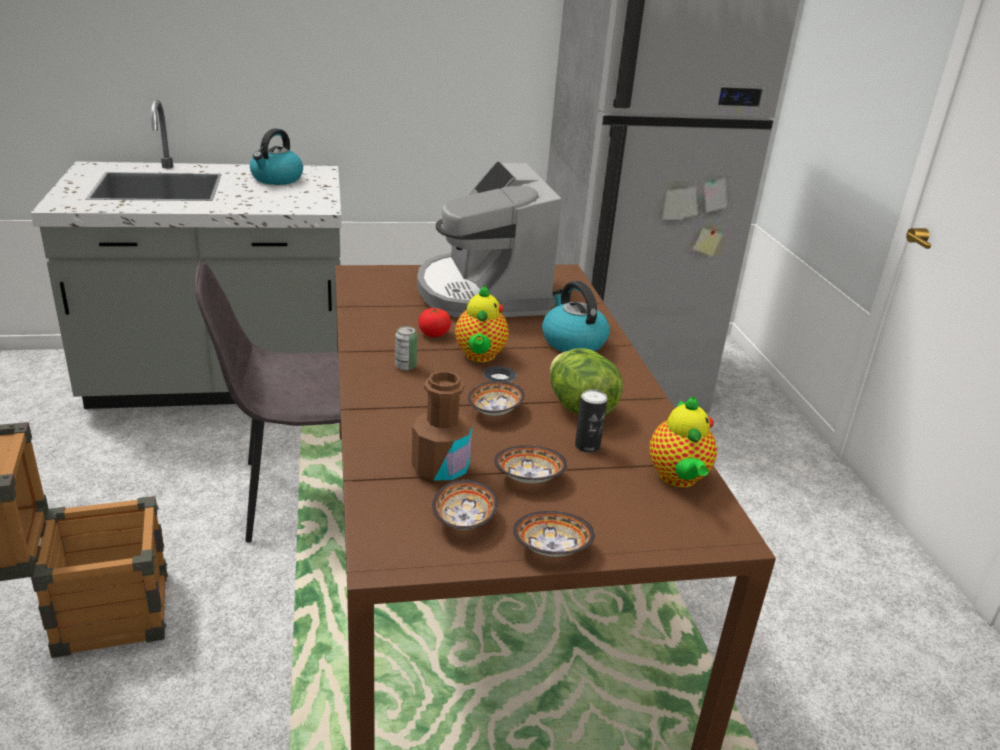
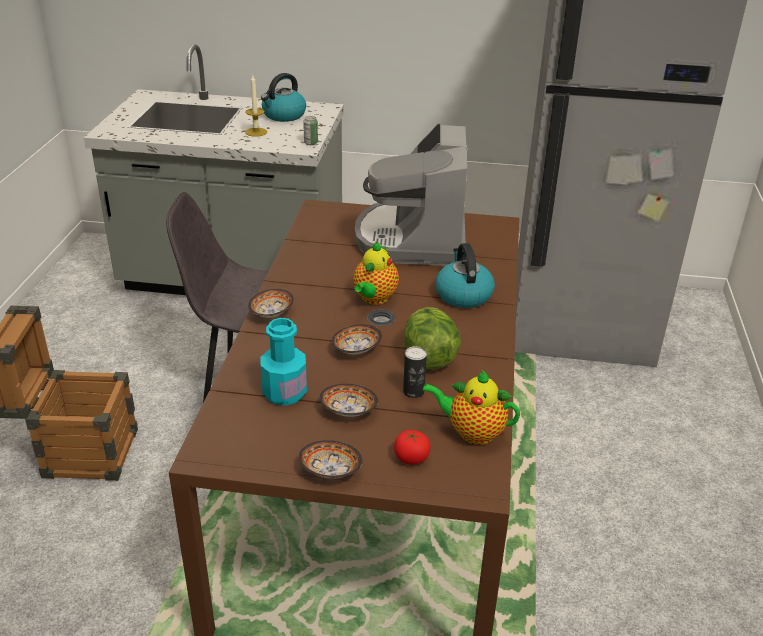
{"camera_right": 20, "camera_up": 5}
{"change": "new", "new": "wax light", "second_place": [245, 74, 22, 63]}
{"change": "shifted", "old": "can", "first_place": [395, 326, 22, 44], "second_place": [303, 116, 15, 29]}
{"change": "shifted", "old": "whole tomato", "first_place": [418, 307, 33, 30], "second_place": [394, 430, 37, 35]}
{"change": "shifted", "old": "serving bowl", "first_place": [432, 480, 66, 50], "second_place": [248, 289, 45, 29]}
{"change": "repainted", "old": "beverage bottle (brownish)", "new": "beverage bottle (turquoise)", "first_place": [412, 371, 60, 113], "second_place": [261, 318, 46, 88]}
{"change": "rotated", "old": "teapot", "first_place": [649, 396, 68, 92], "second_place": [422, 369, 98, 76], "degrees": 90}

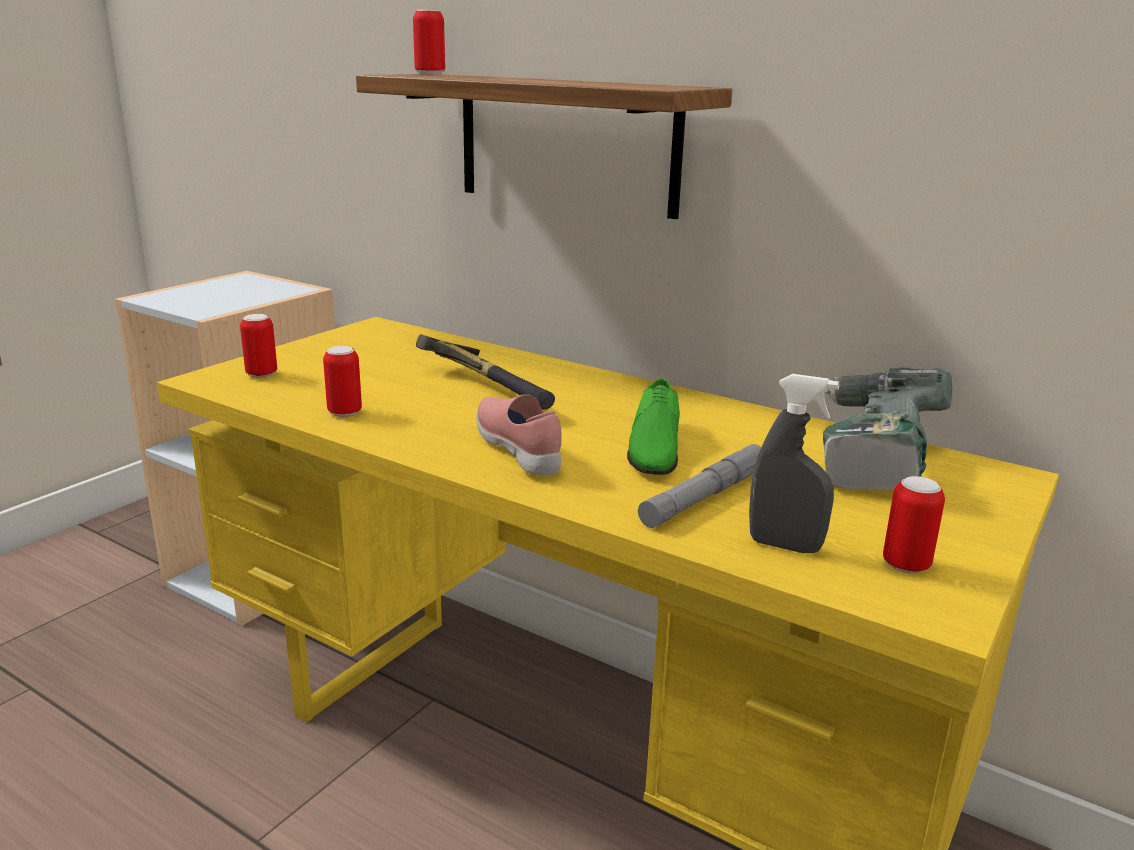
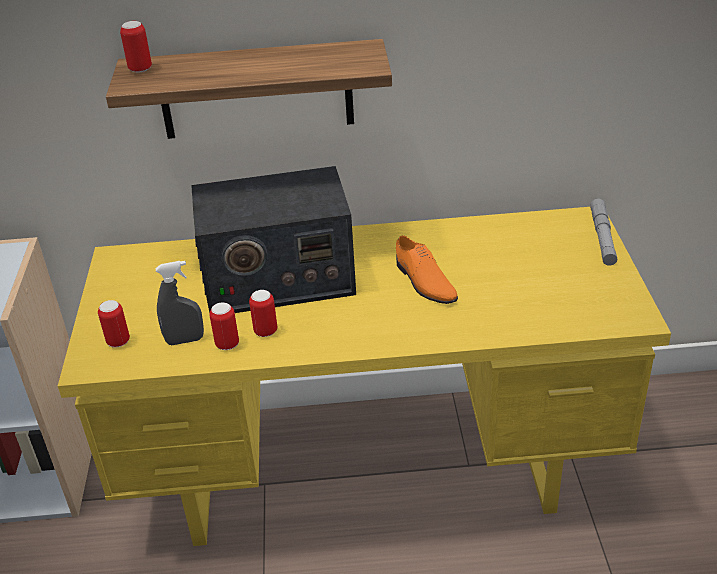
{"camera_right": -35, "camera_up": 15}
{"change": "gone", "old": "item of footwear (pinkish)", "first_place": [476, 394, 86, 82]}
{"change": "gone", "old": "power drill", "first_place": [823, 367, 129, 123]}
{"change": "shifted", "old": "hand torch (gray)", "first_place": [638, 444, 123, 84], "second_place": [590, 199, 27, 67]}
{"change": "shifted", "old": "spray bottle (gray)", "first_place": [749, 374, 90, 179], "second_place": [156, 261, 48, 84]}
{"change": "shifted", "old": "can", "first_place": [883, 476, 62, 97], "second_place": [249, 290, 28, 47]}
{"change": "swapped", "old": "hammer", "new": "radio receiver", "first_place": [416, 334, 139, 76], "second_place": [191, 166, 165, 147]}
{"change": "repainted", "old": "item of footwear (green)", "new": "item of footwear (orange-coloured)", "first_place": [627, 379, 53, 96], "second_place": [396, 236, 62, 68]}

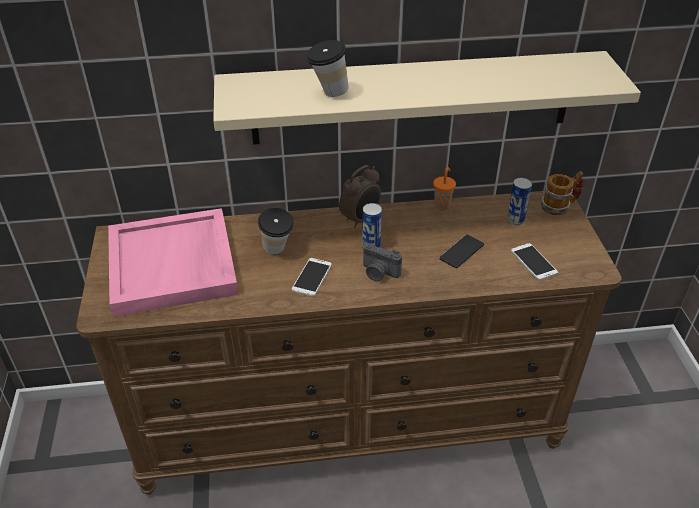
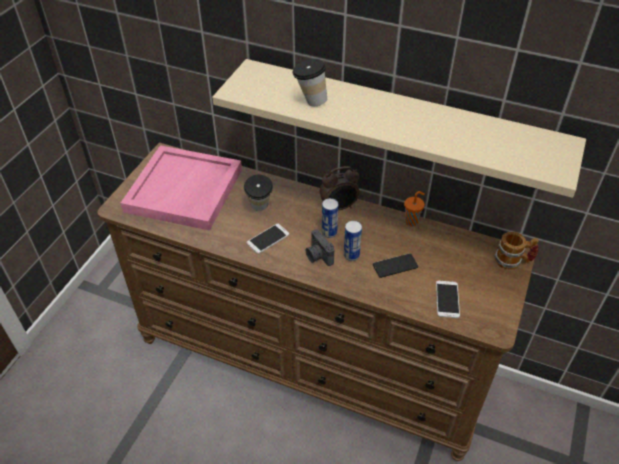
{"camera_right": 30, "camera_up": 5}
{"change": "shifted", "old": "can", "first_place": [507, 178, 25, 47], "second_place": [344, 221, 18, 40]}

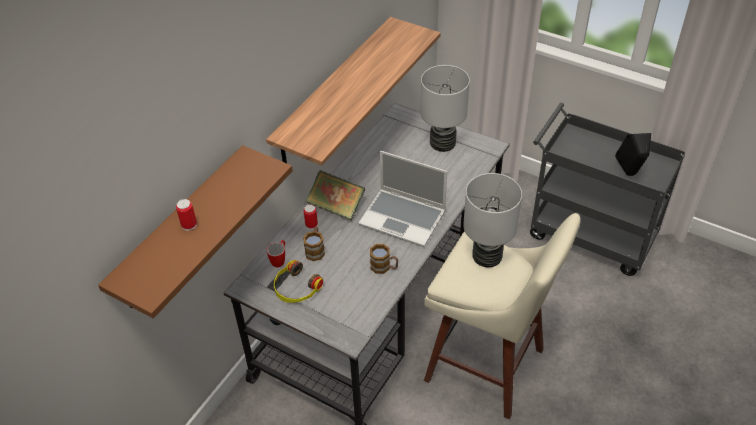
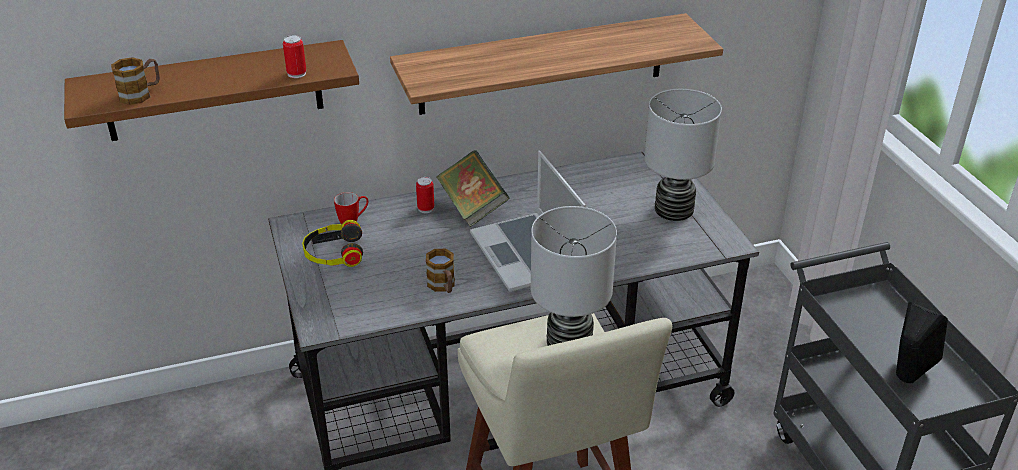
{"camera_right": 40, "camera_up": -10}
{"change": "shifted", "old": "can", "first_place": [176, 199, 21, 32], "second_place": [283, 35, 24, 43]}
{"change": "shifted", "old": "coffee mug", "first_place": [303, 227, 22, 34], "second_place": [111, 57, 49, 48]}

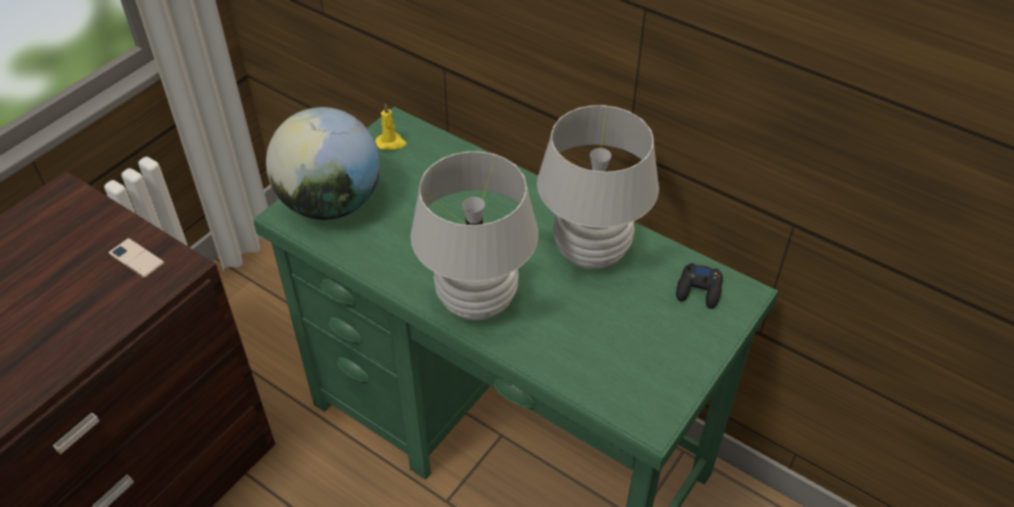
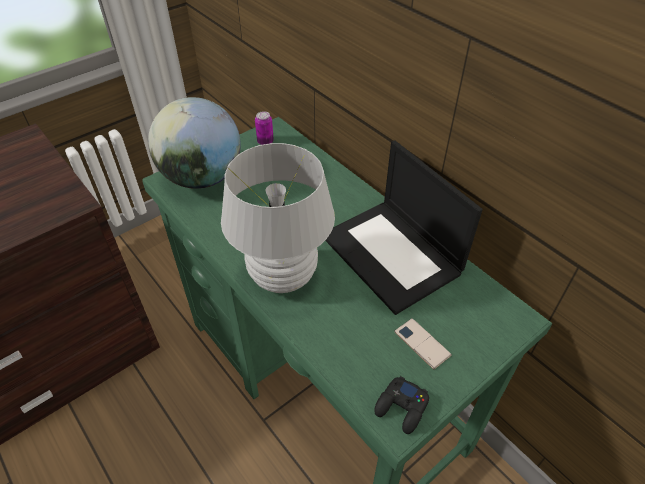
{"camera_right": 15, "camera_up": 0}
{"change": "shifted", "old": "phone", "first_place": [108, 238, 57, 40], "second_place": [394, 318, 58, 51]}
{"change": "shifted", "old": "game controller (black-coloured)", "first_place": [676, 263, 47, 46], "second_place": [374, 376, 55, 58]}
{"change": "swapped", "old": "wax light (yellowish)", "new": "can", "first_place": [375, 104, 32, 46], "second_place": [255, 111, 19, 34]}
{"change": "swapped", "old": "tabletop lamp (white-coloured)", "new": "laptop", "first_place": [537, 105, 122, 164], "second_place": [325, 140, 158, 175]}

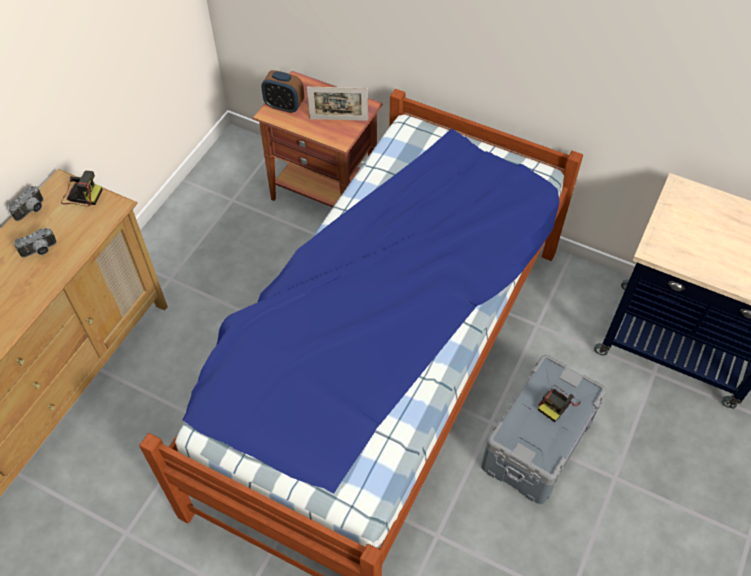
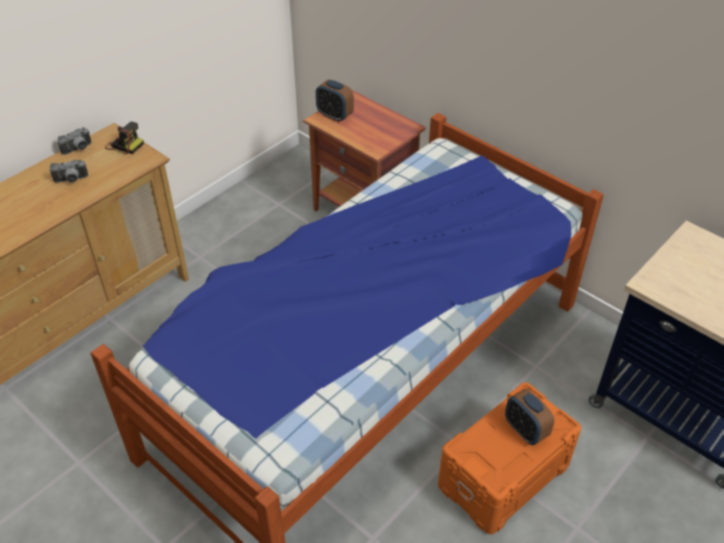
{"camera_right": 15, "camera_up": -10}
{"change": "gone", "old": "standing frame", "first_place": [307, 87, 61, 34]}
{"change": "swapped", "old": "photo camera", "new": "table clock", "first_place": [538, 385, 42, 37], "second_place": [505, 388, 49, 57]}
{"change": "repainted", "old": "storage bin (gray)", "new": "storage bin (orange-coloured)", "first_place": [481, 355, 125, 149], "second_place": [438, 382, 143, 152]}

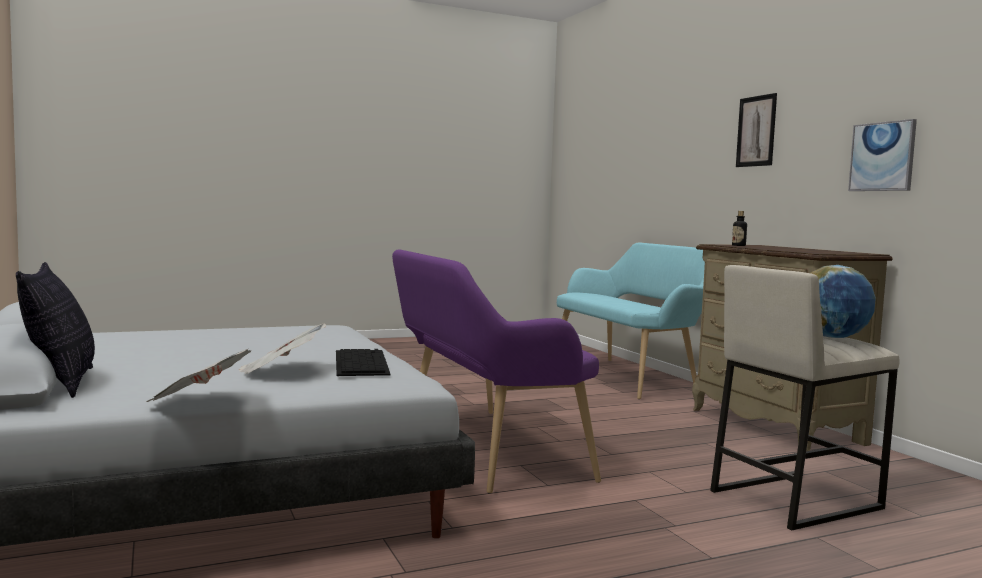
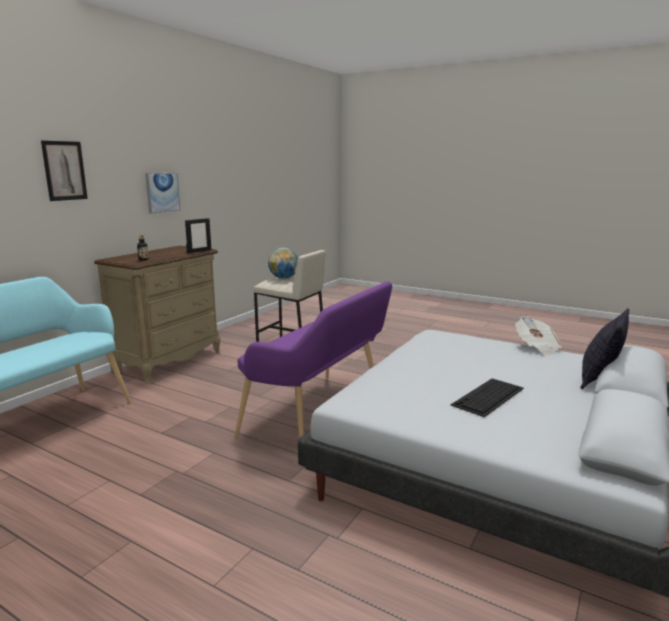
{"camera_right": -125, "camera_up": 10}
{"change": "gone", "old": "daily paper", "first_place": [239, 324, 87, 50]}
{"change": "new", "new": "standing frame", "second_place": [185, 218, 26, 35]}
{"change": "shifted", "old": "PC keyboard", "first_place": [336, 349, 55, 27], "second_place": [451, 378, 73, 39]}

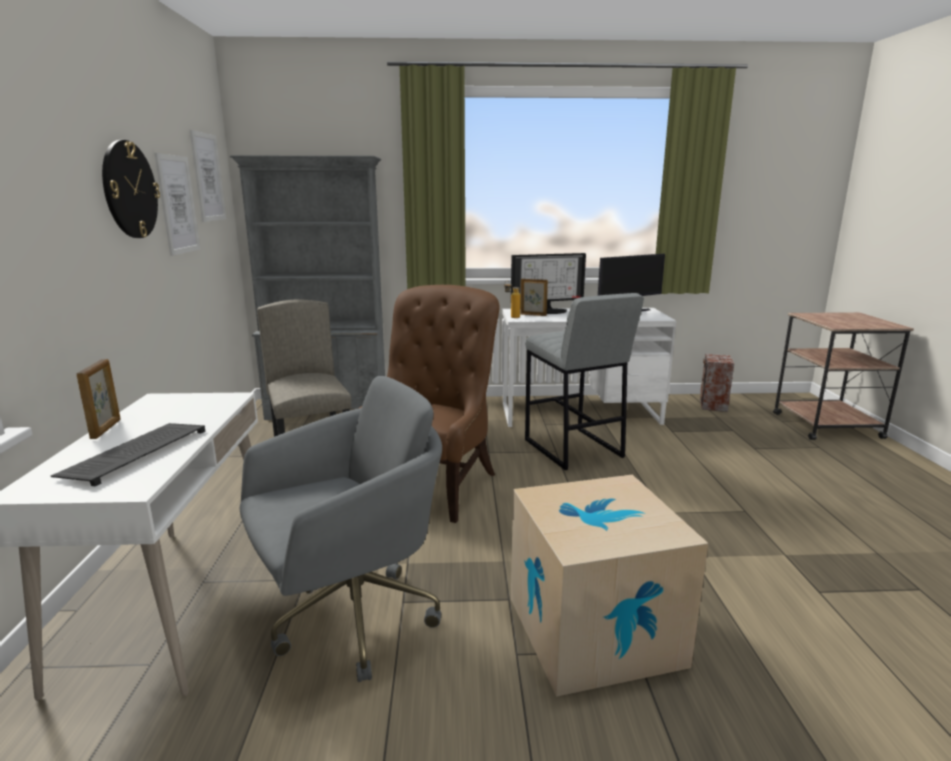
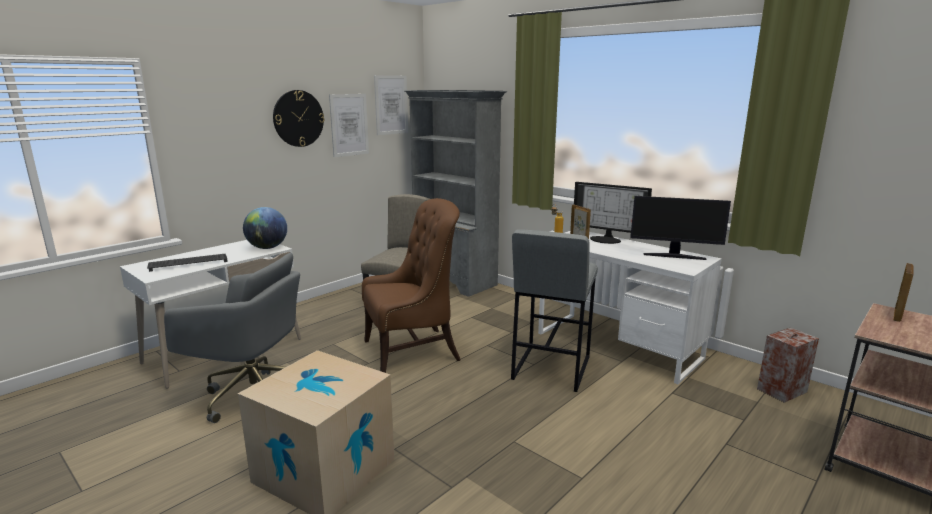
{"camera_right": 45, "camera_up": 0}
{"change": "new", "new": "globe", "second_place": [243, 207, 44, 42]}
{"change": "shifted", "old": "standing frame", "first_place": [76, 359, 45, 80], "second_place": [893, 263, 21, 59]}

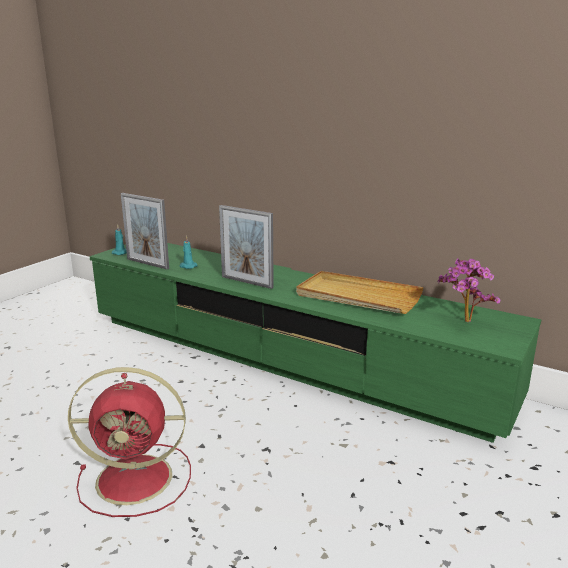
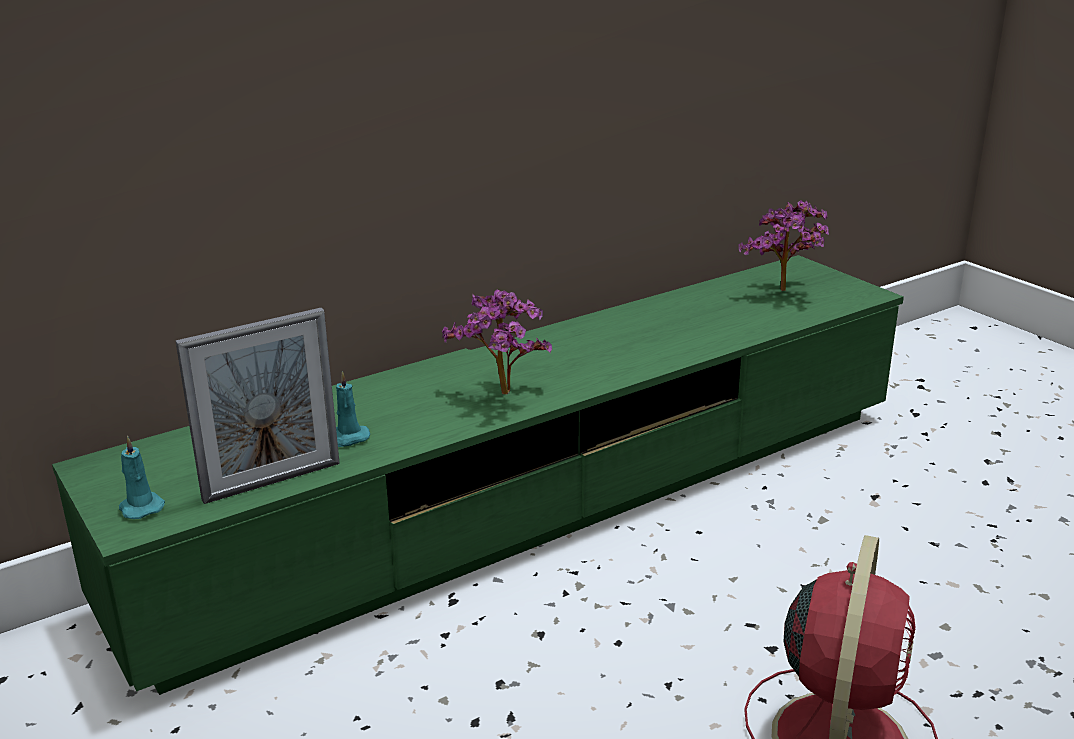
{"camera_right": -65, "camera_up": 5}
{"change": "gone", "old": "carrying tray (beige)", "first_place": [296, 271, 128, 43]}
{"change": "swapped", "old": "standing frame", "new": "potted plant", "first_place": [219, 205, 55, 84], "second_place": [442, 290, 110, 104]}

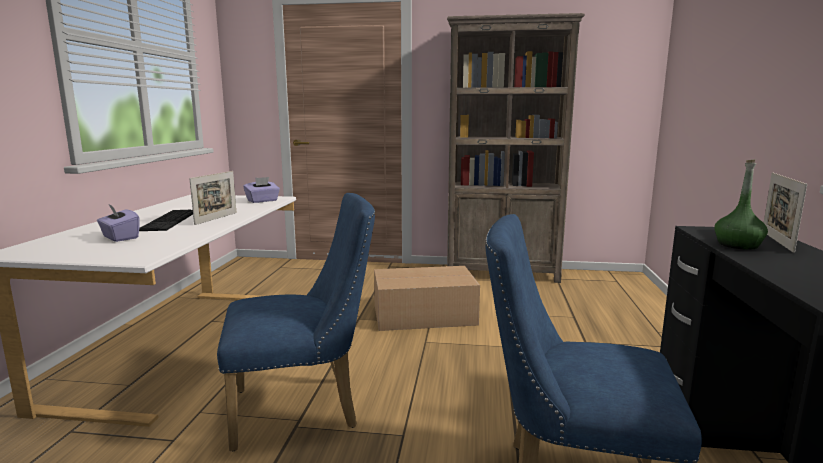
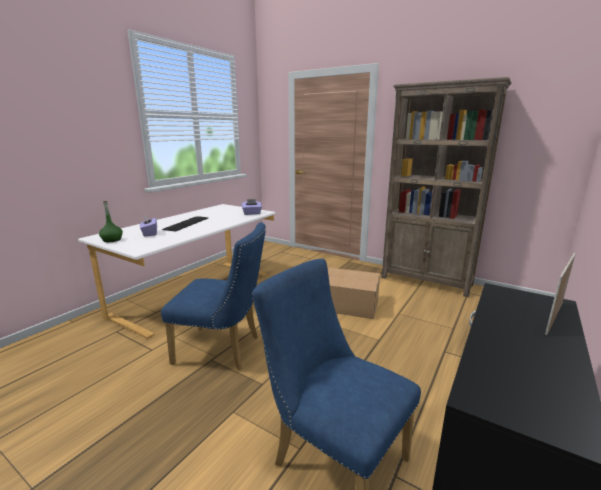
{"camera_right": 25, "camera_up": 5}
{"change": "gone", "old": "standing frame", "first_place": [189, 171, 48, 54]}
{"change": "shifted", "old": "beverage bottle (green)", "first_place": [714, 160, 54, 90], "second_place": [99, 201, 24, 41]}

